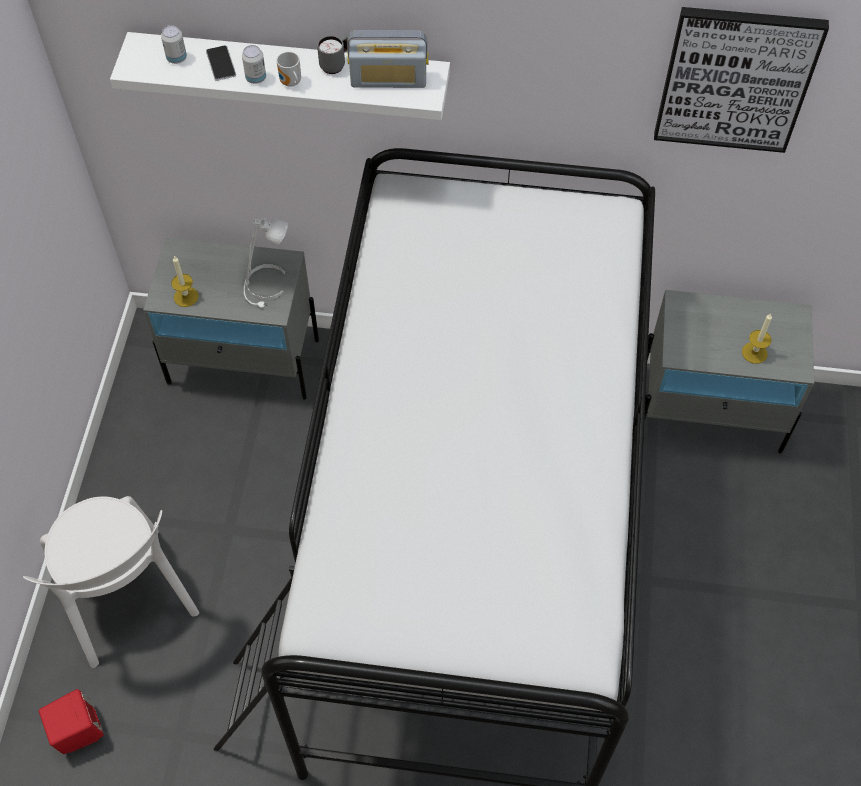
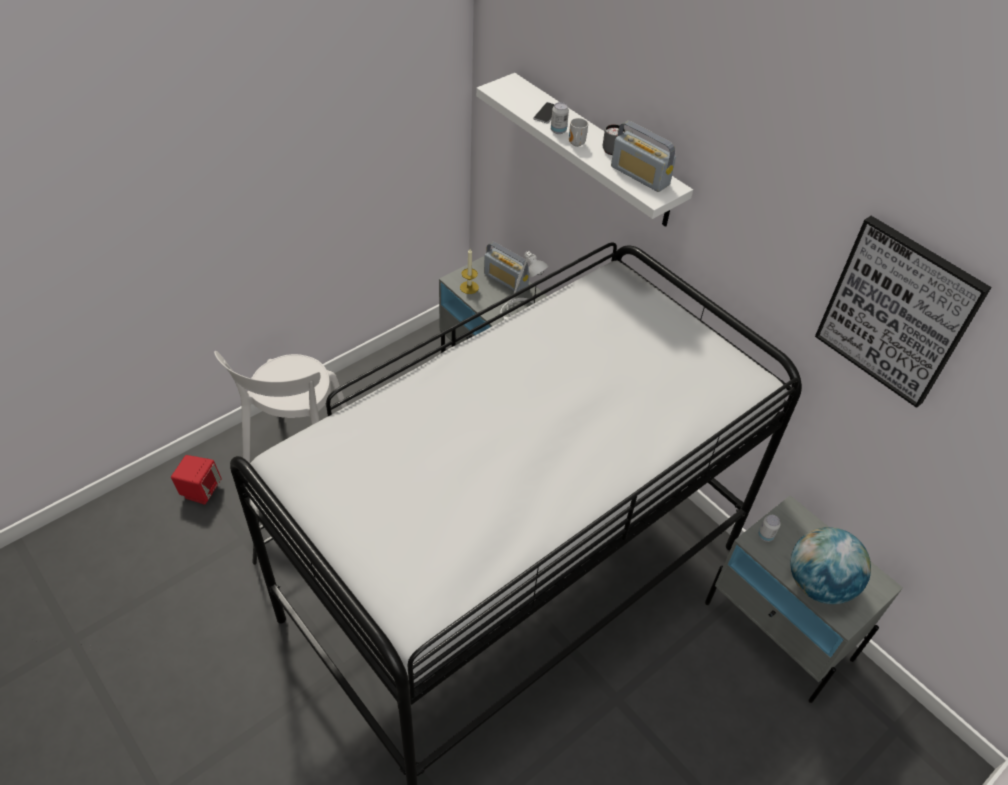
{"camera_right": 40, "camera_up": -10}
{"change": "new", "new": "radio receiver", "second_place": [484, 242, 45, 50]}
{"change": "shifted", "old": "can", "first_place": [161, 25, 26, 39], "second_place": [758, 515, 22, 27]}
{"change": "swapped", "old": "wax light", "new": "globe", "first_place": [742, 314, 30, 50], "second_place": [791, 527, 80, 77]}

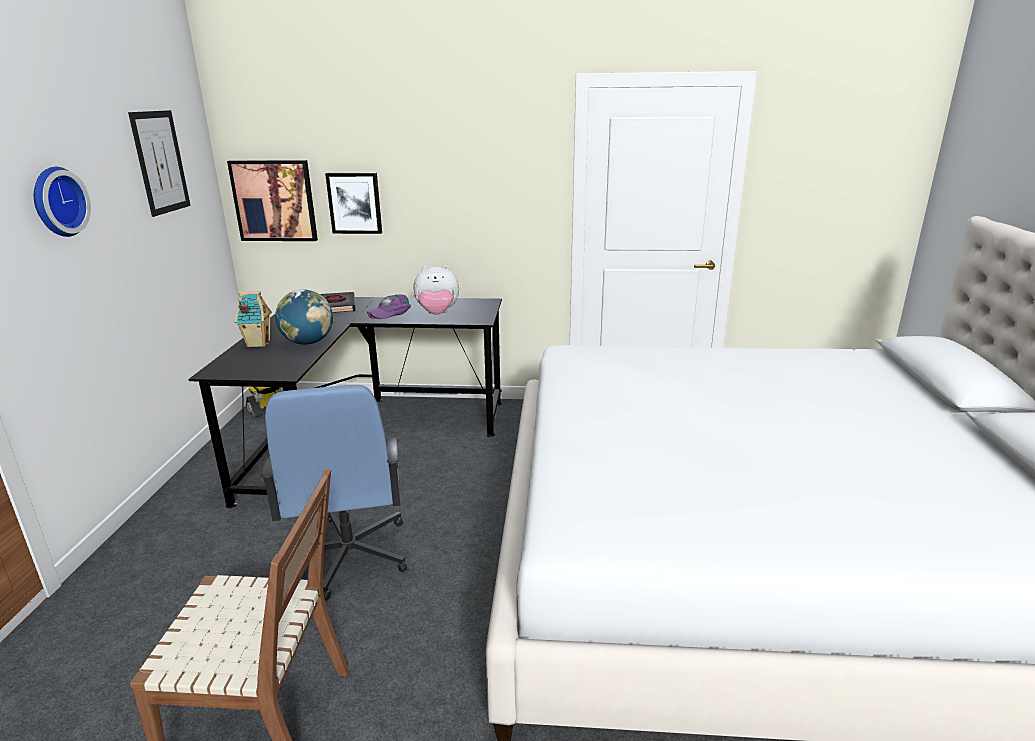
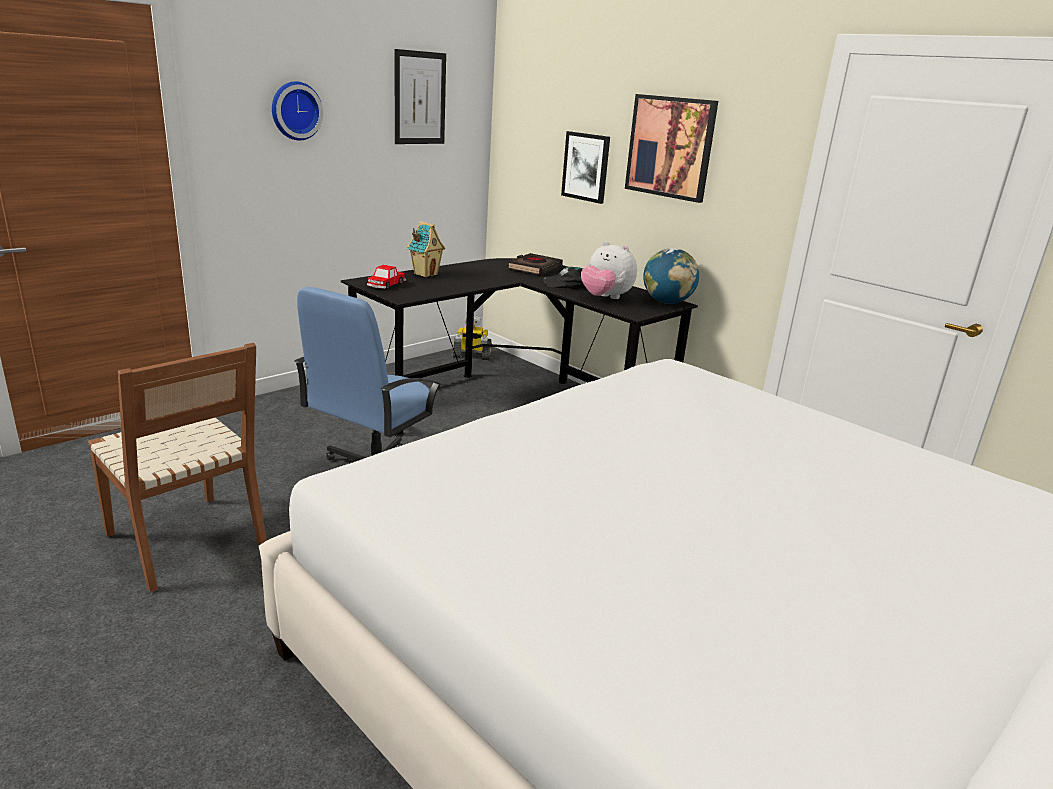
{"camera_right": 40, "camera_up": 0}
{"change": "new", "new": "toy car", "second_place": [367, 265, 39, 24]}
{"change": "shifted", "old": "wall art", "first_place": [227, 160, 91, 81], "second_place": [625, 94, 93, 109]}
{"change": "shifted", "old": "globe", "first_place": [275, 290, 58, 55], "second_place": [643, 248, 56, 56]}
{"change": "repainted", "old": "baseball cap (purplish)", "new": "baseball cap (black-coloured)", "first_place": [367, 294, 44, 25], "second_place": [543, 267, 42, 22]}

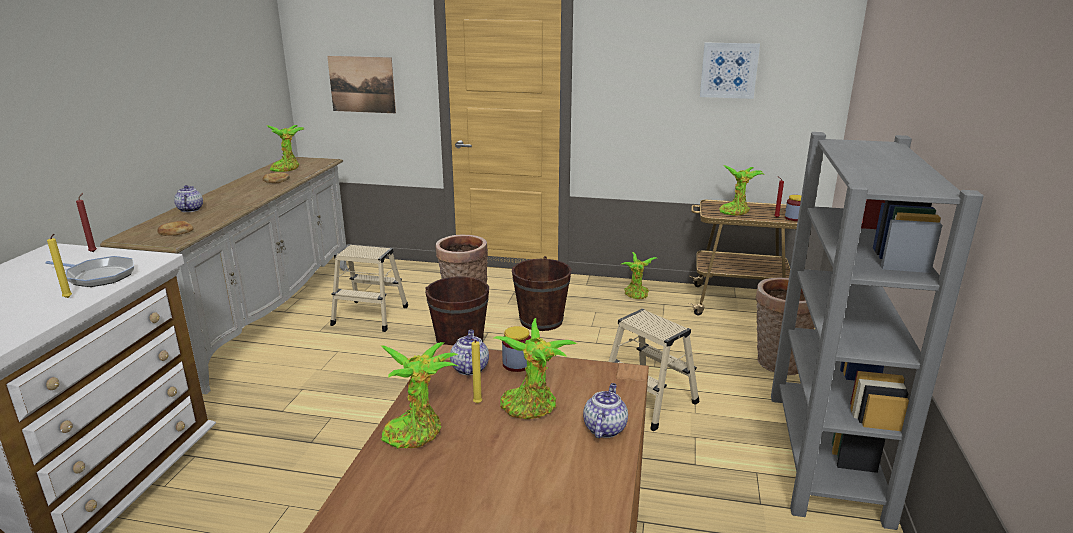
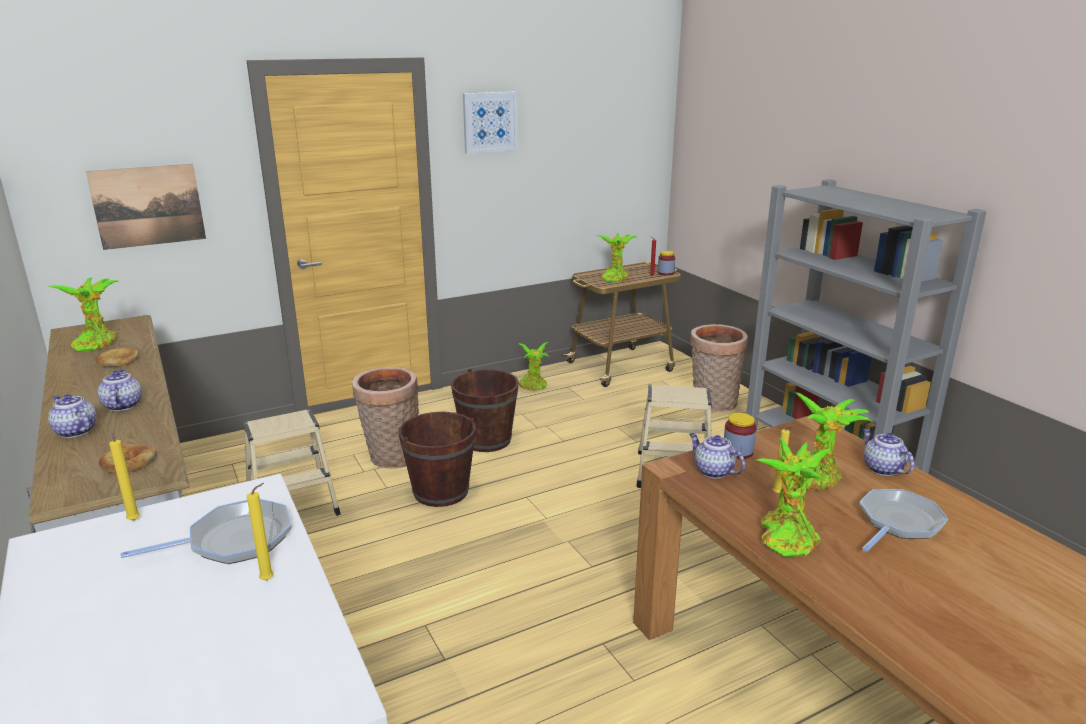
{"camera_right": -40, "camera_up": 0}
{"change": "new", "new": "teapot", "second_place": [97, 369, 45, 42]}
{"change": "new", "new": "pan", "second_place": [860, 489, 88, 62]}
{"change": "shifted", "old": "wall art", "first_place": [700, 43, 60, 56], "second_place": [463, 92, 55, 62]}
{"change": "repainted", "old": "wax light (red)", "new": "wax light (yellowish)", "first_place": [76, 193, 21, 59], "second_place": [109, 429, 31, 92]}

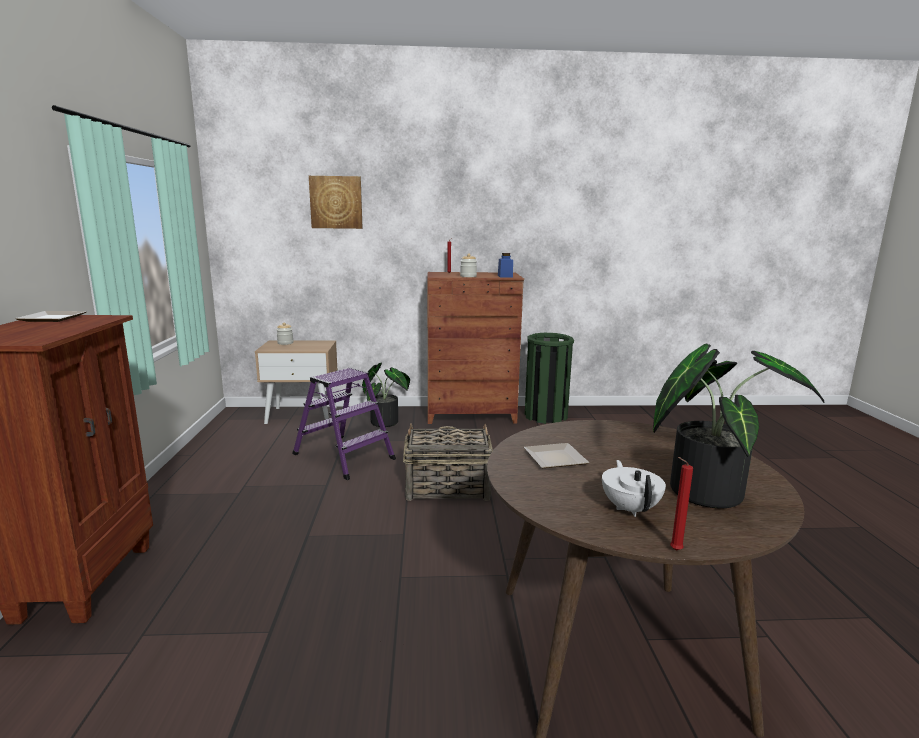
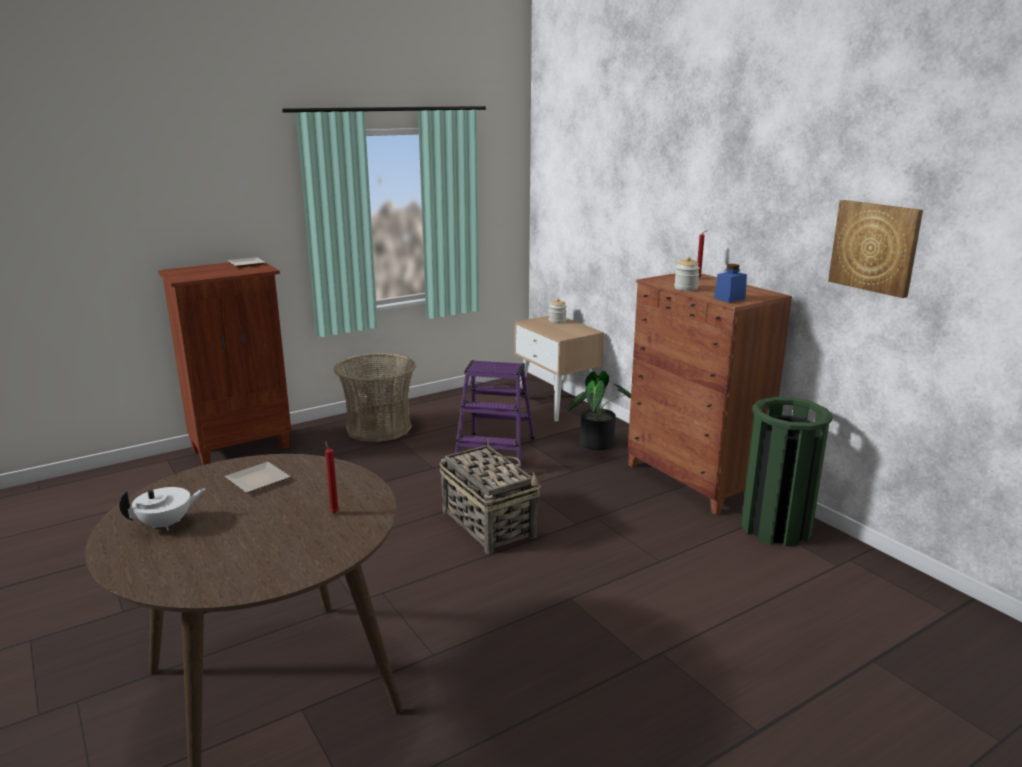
{"camera_right": 60, "camera_up": 5}
{"change": "gone", "old": "potted plant", "first_place": [653, 343, 171, 165]}
{"change": "new", "new": "household basket", "second_place": [334, 353, 82, 89]}
{"change": "shifted", "old": "wall art", "first_place": [309, 176, 54, 53], "second_place": [828, 200, 95, 98]}
{"change": "shifted", "old": "wax light (red)", "first_place": [670, 457, 23, 93], "second_place": [325, 440, 14, 73]}

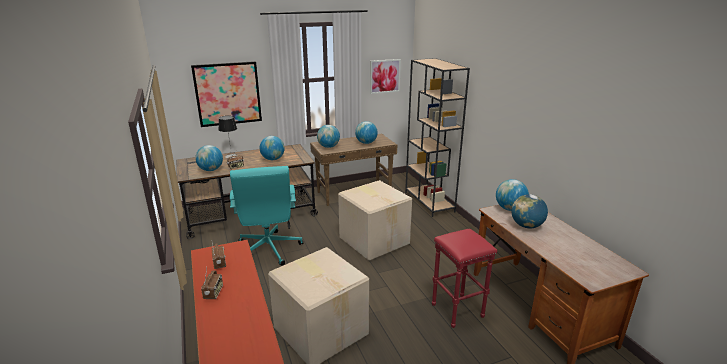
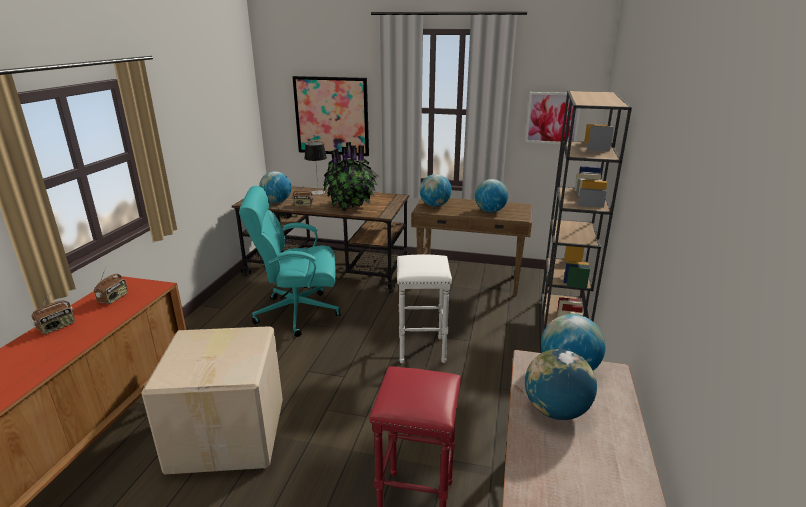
{"camera_right": 35, "camera_up": 0}
{"change": "swapped", "old": "globe", "new": "potted plant", "first_place": [260, 136, 25, 24], "second_place": [323, 142, 56, 69]}
{"change": "swapped", "old": "packing box", "new": "stool (white-coloured)", "first_place": [338, 180, 74, 81], "second_place": [397, 254, 55, 109]}
{"change": "rotated", "old": "computer chair (turquoise)", "first_place": [230, 166, 73, 100], "second_place": [239, 186, 101, 151], "degrees": 60}

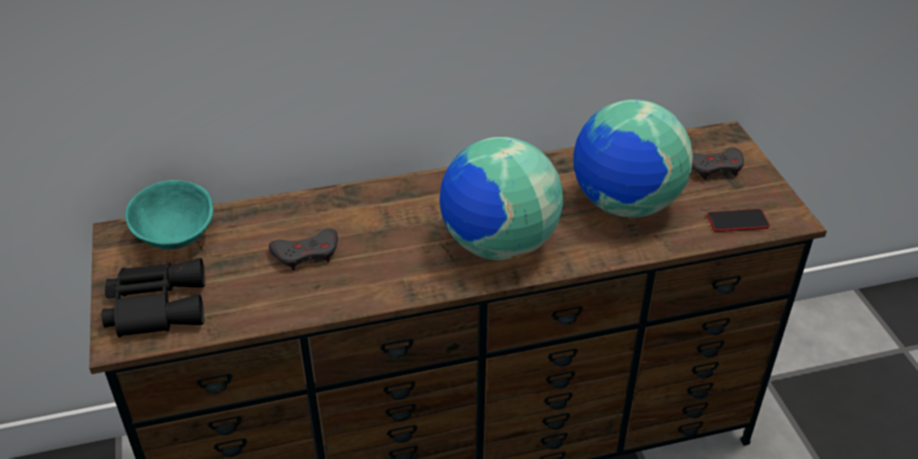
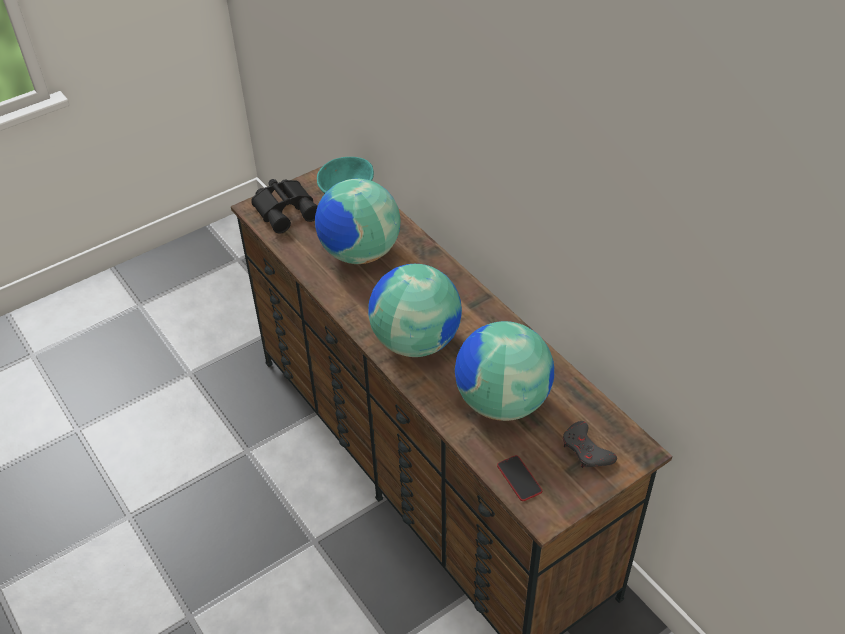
{"camera_right": 70, "camera_up": 5}
{"change": "swapped", "old": "game controller (gray)", "new": "globe", "first_place": [269, 228, 69, 43], "second_place": [315, 179, 86, 85]}

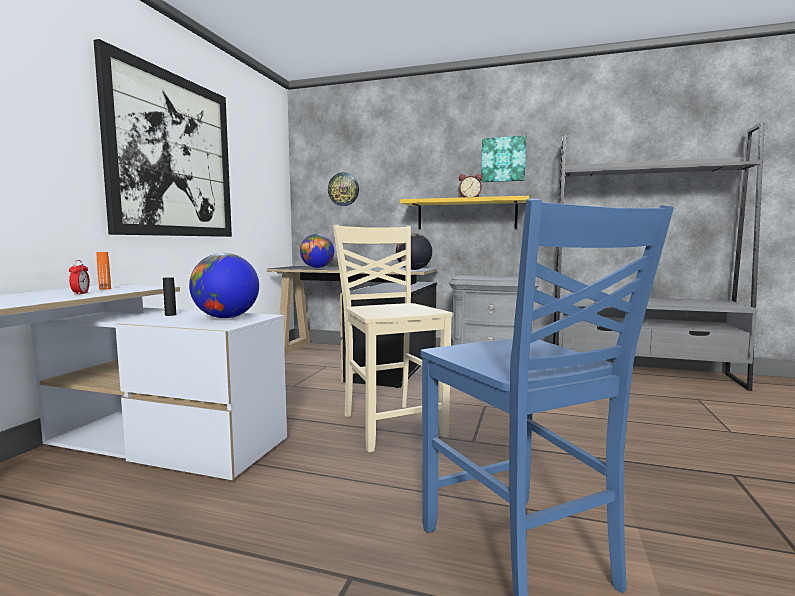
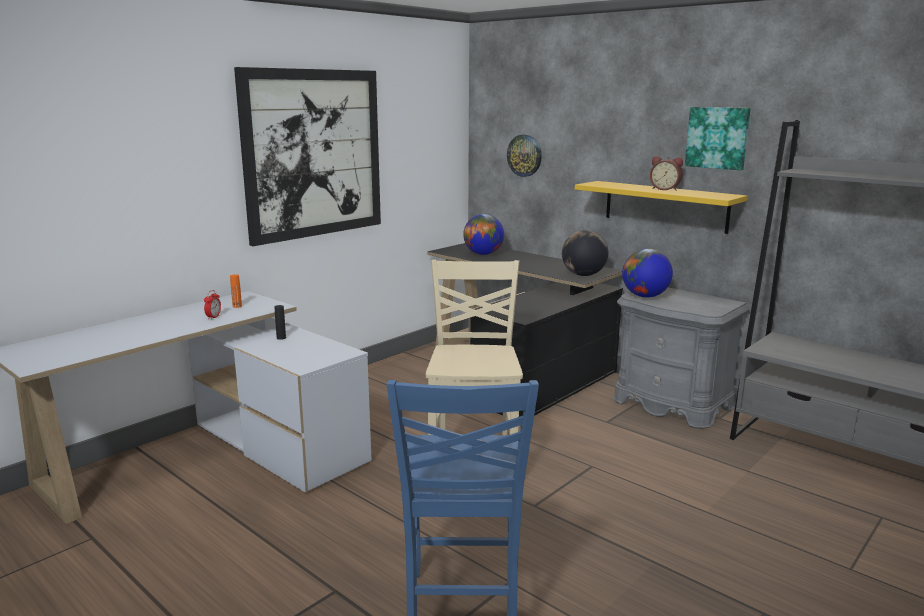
{"camera_right": 25, "camera_up": 10}
{"change": "shifted", "old": "globe", "first_place": [189, 253, 70, 65], "second_place": [622, 249, 51, 49]}

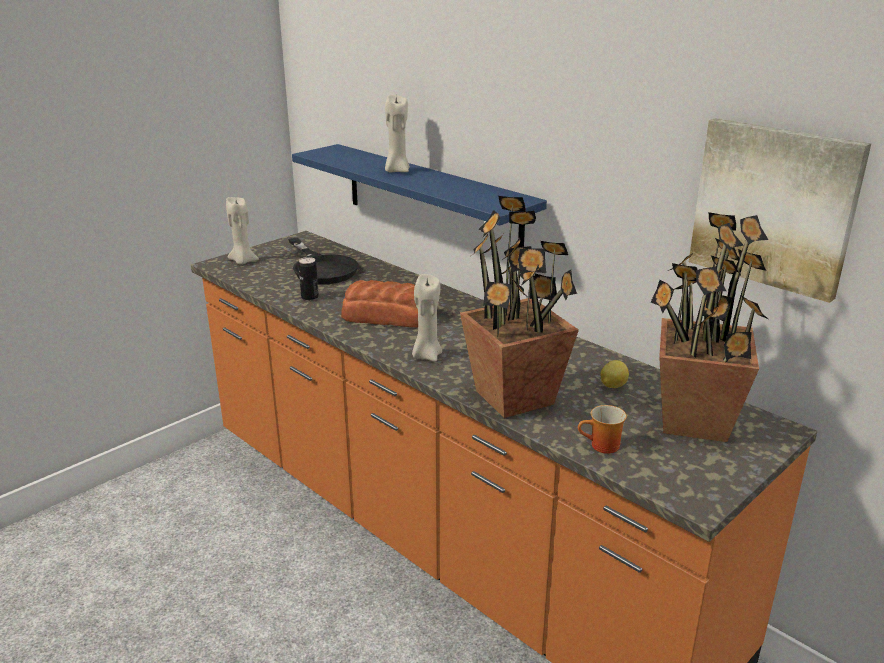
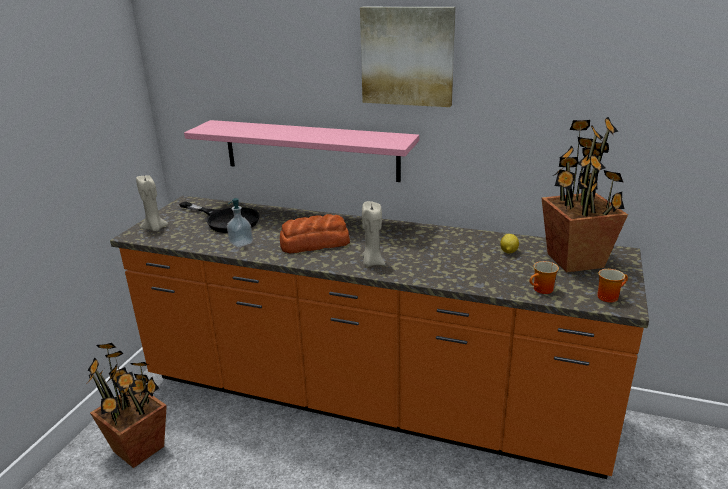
{"camera_right": -25, "camera_up": 0}
{"change": "gone", "old": "wax light (beige)", "first_place": [385, 95, 25, 77]}
{"change": "new", "new": "coffee mug", "second_place": [597, 269, 31, 34]}
{"change": "shifted", "old": "potted plant", "first_place": [460, 196, 119, 222], "second_place": [87, 343, 80, 125]}
{"change": "shifted", "old": "wall art", "first_place": [689, 118, 183, 185], "second_place": [360, 7, 96, 100]}
{"change": "swapped", "old": "can", "new": "soap bottle", "first_place": [298, 257, 21, 44], "second_place": [227, 198, 26, 49]}
{"change": "repainted", "old": "wall shelf (bluish)", "new": "wall shelf (pinkish)", "first_place": [292, 144, 255, 103], "second_place": [184, 120, 235, 62]}

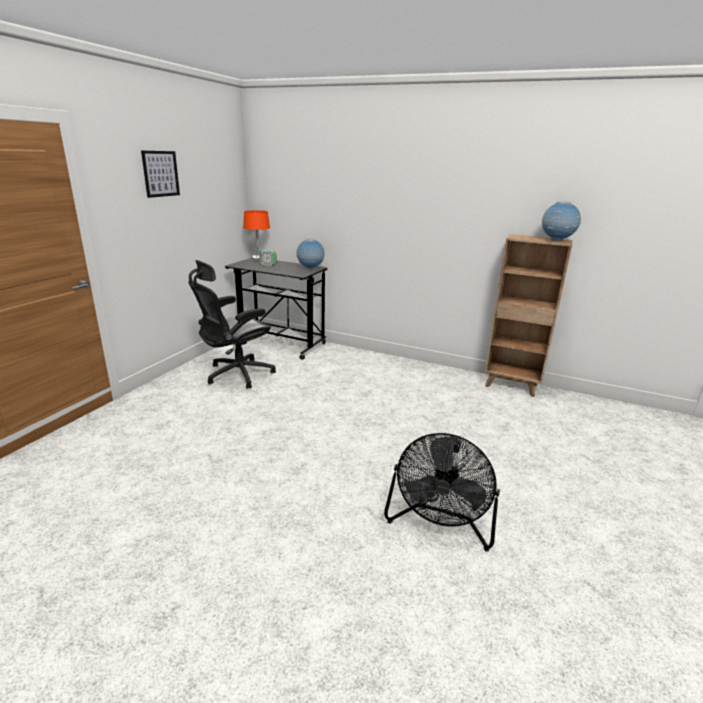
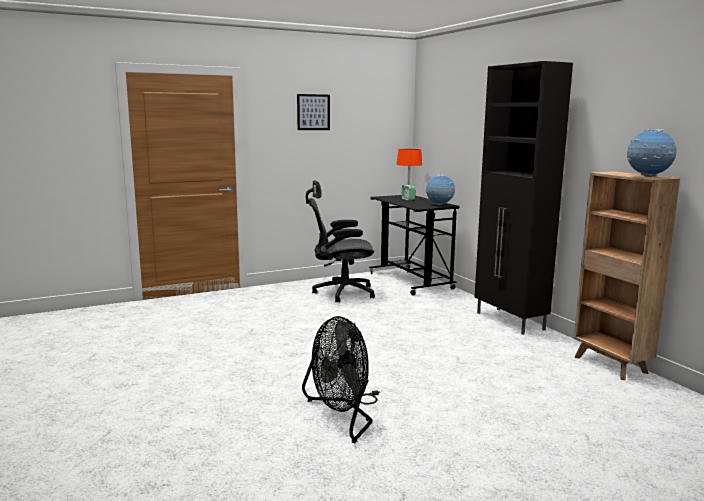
{"camera_right": 40, "camera_up": -10}
{"change": "new", "new": "cabinet (black-coloured)", "second_place": [475, 61, 98, 274]}

